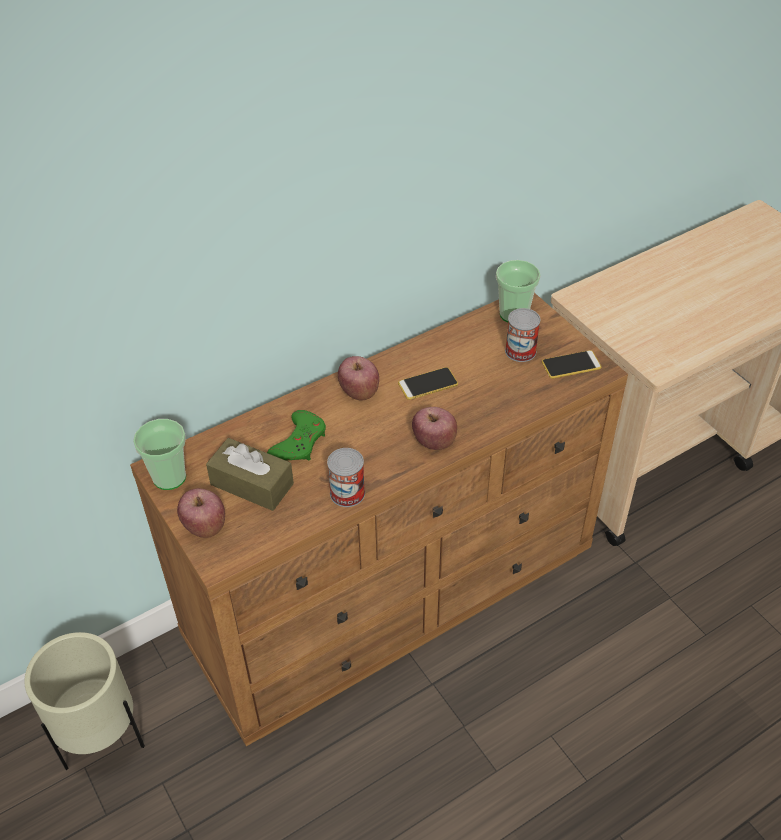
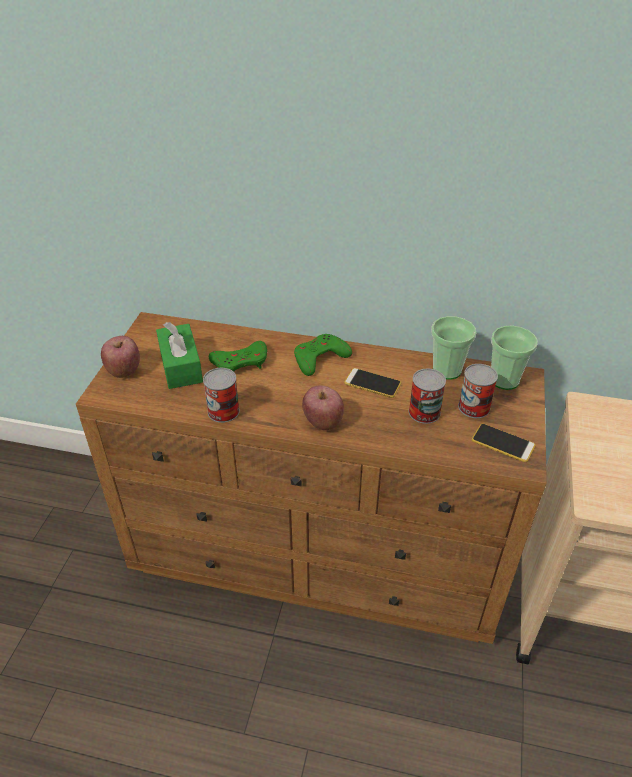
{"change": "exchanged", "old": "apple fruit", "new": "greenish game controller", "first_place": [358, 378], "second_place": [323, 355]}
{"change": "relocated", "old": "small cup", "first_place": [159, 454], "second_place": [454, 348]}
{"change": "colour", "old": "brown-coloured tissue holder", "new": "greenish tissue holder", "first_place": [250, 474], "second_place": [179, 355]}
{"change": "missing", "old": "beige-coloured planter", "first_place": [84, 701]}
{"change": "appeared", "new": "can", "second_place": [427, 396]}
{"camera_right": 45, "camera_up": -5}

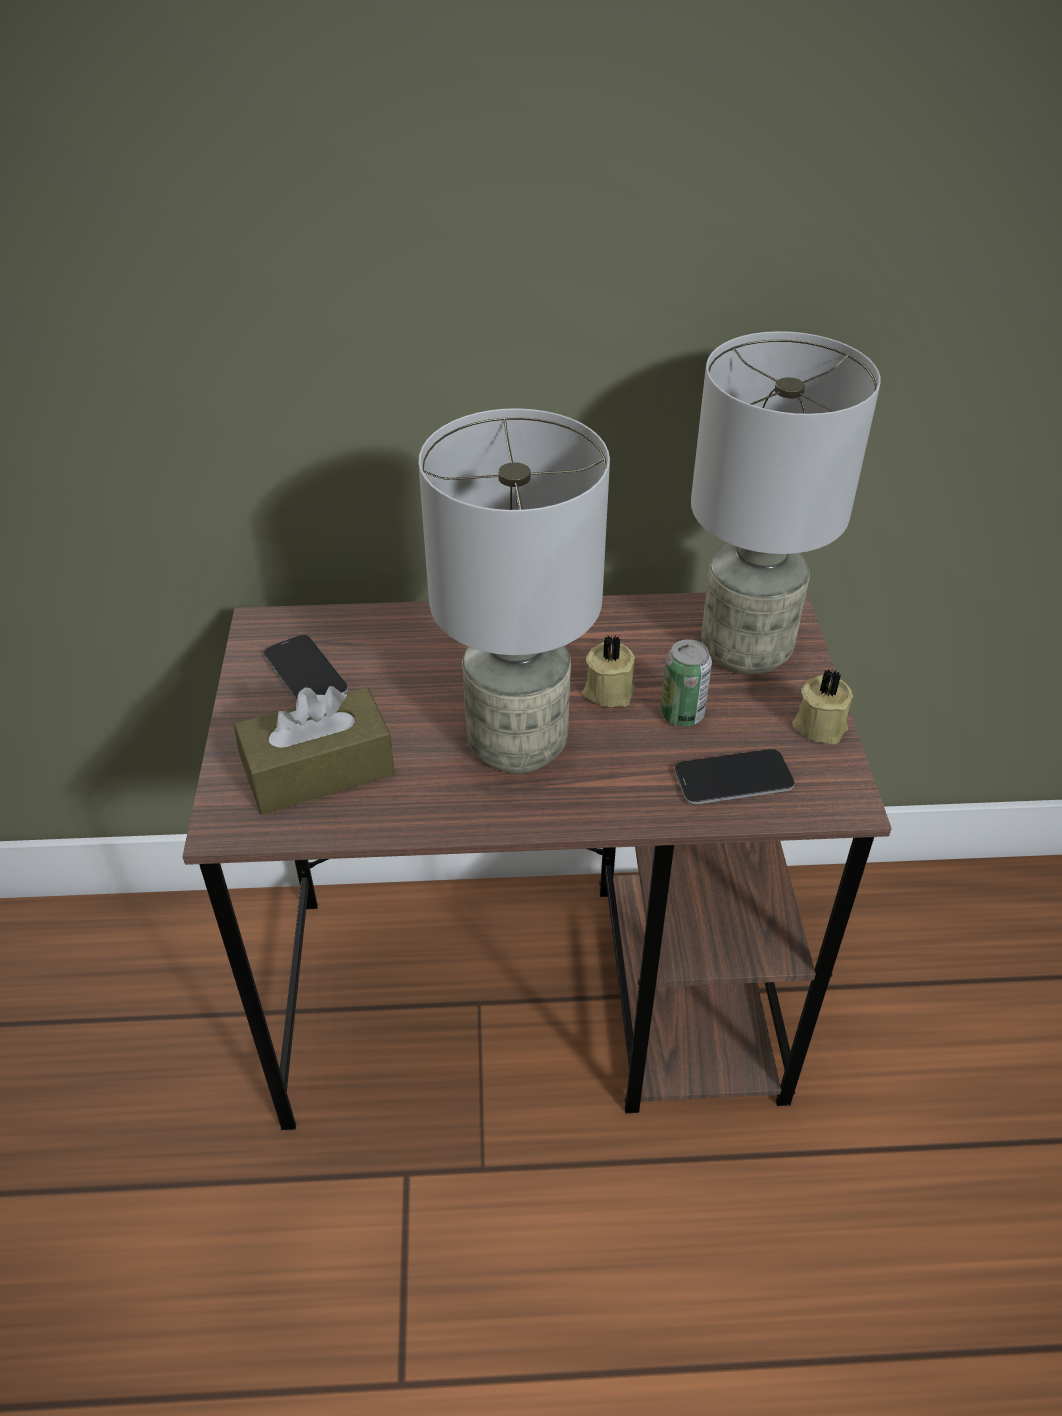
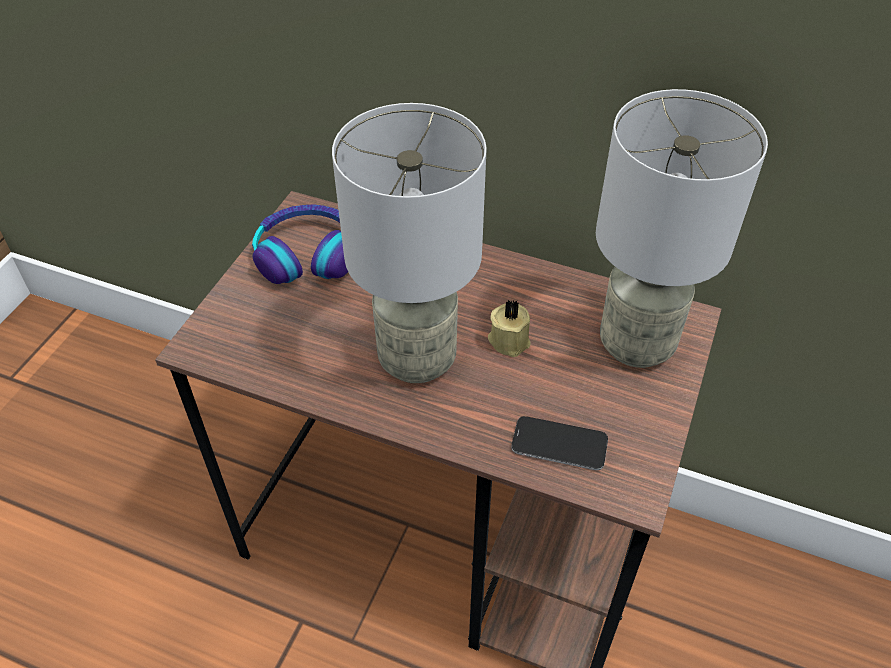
{"change": "exchanged", "old": "telephone", "new": "headphones", "first_place": [306, 667], "second_place": [300, 244]}
{"change": "missing", "old": "can", "first_place": [686, 683]}
{"change": "missing", "old": "beige-coloured wax light", "first_place": [822, 706]}
{"change": "missing", "old": "brown-coloured tissue holder", "first_place": [314, 750]}
{"camera_right": 25, "camera_up": 5}

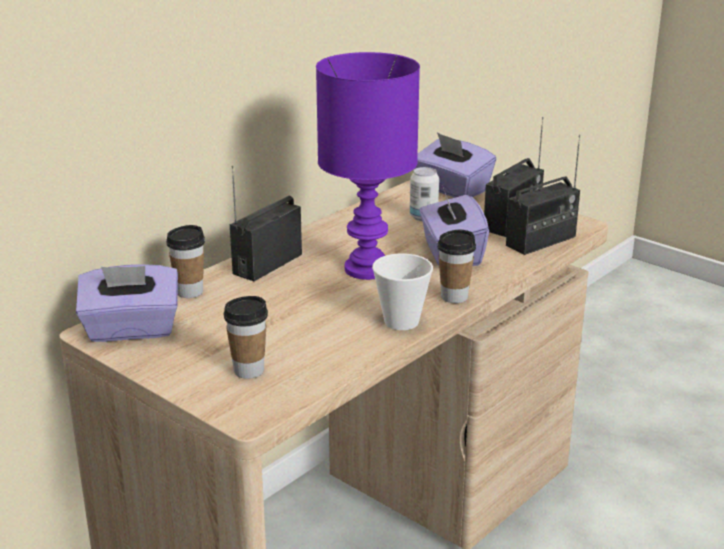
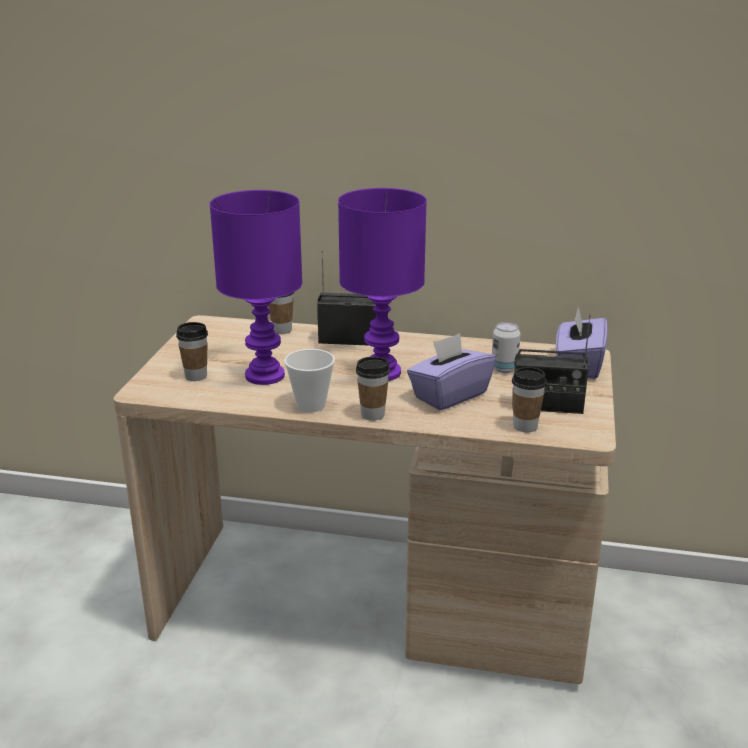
{"change": "exchanged", "old": "radio", "new": "small cup", "first_place": [543, 195], "second_place": [529, 399]}
{"change": "missing", "old": "purplish tissue holder", "first_place": [127, 303]}
{"change": "appeared", "new": "purplish lamp for a table", "second_place": [256, 287]}
{"camera_right": 60, "camera_up": 0}

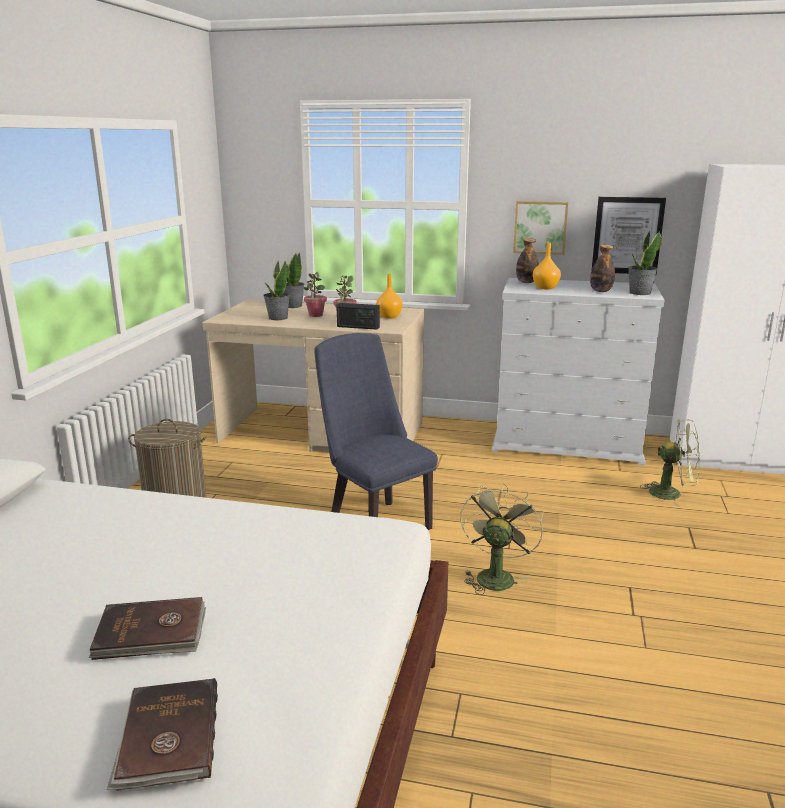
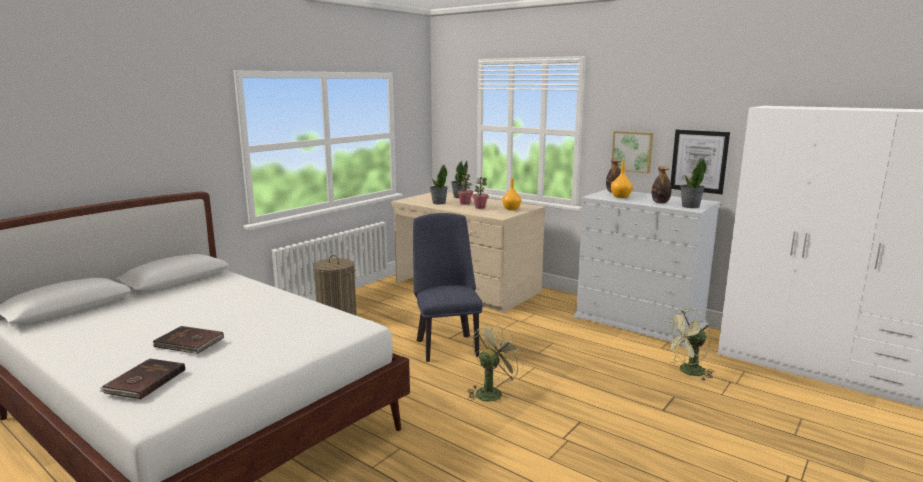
{"change": "missing", "old": "radio", "first_place": [358, 316]}
{"change": "spun", "old": "greenish fan", "first_place": [670, 462], "second_place": [689, 344], "degrees": 120}
{"camera_right": 25, "camera_up": -5}

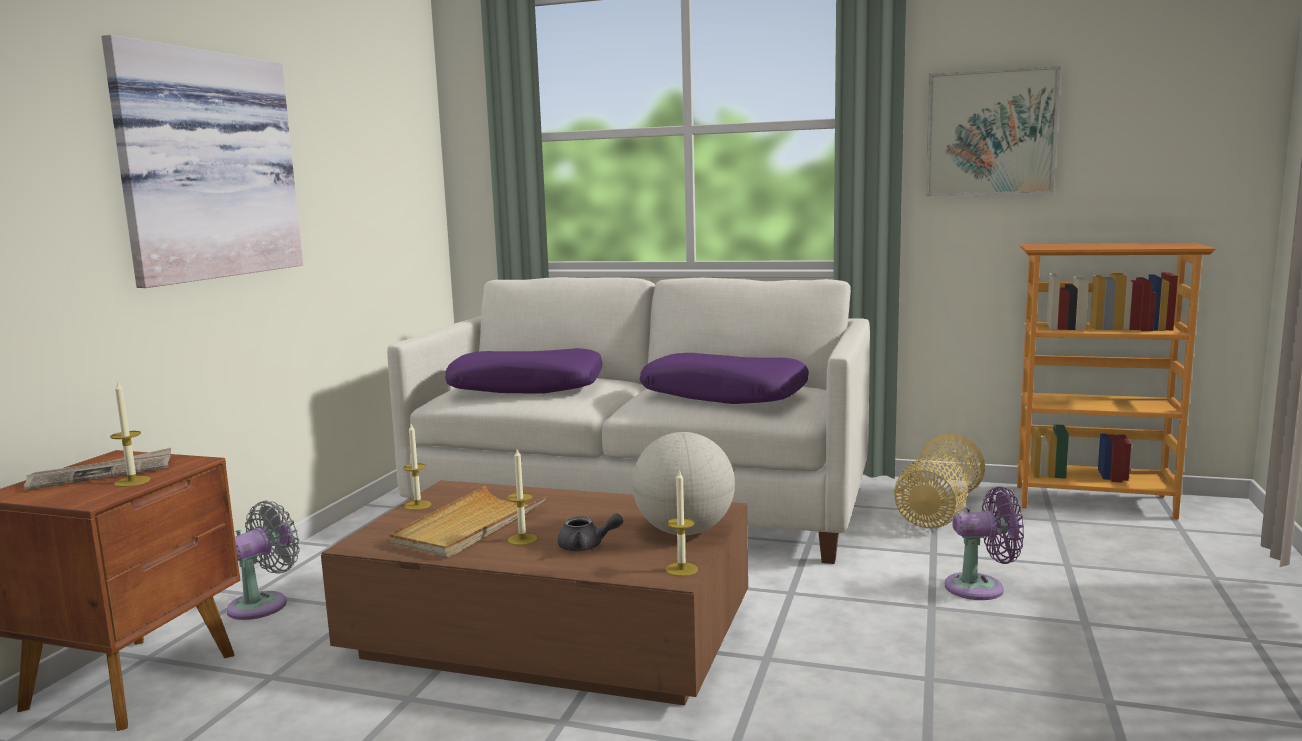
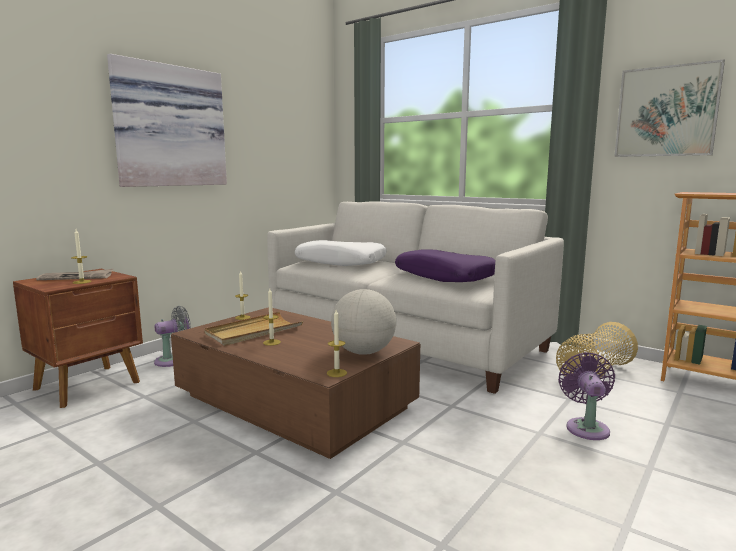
{"change": "colour", "old": "purplish pillow", "new": "whitish pillow", "first_place": [523, 371], "second_place": [341, 253]}
{"change": "spun", "old": "purplish fan", "first_place": [984, 543], "second_place": [586, 396], "degrees": -105}
{"change": "missing", "old": "gray pot for tea", "first_place": [590, 532]}
{"camera_right": 20, "camera_up": 0}

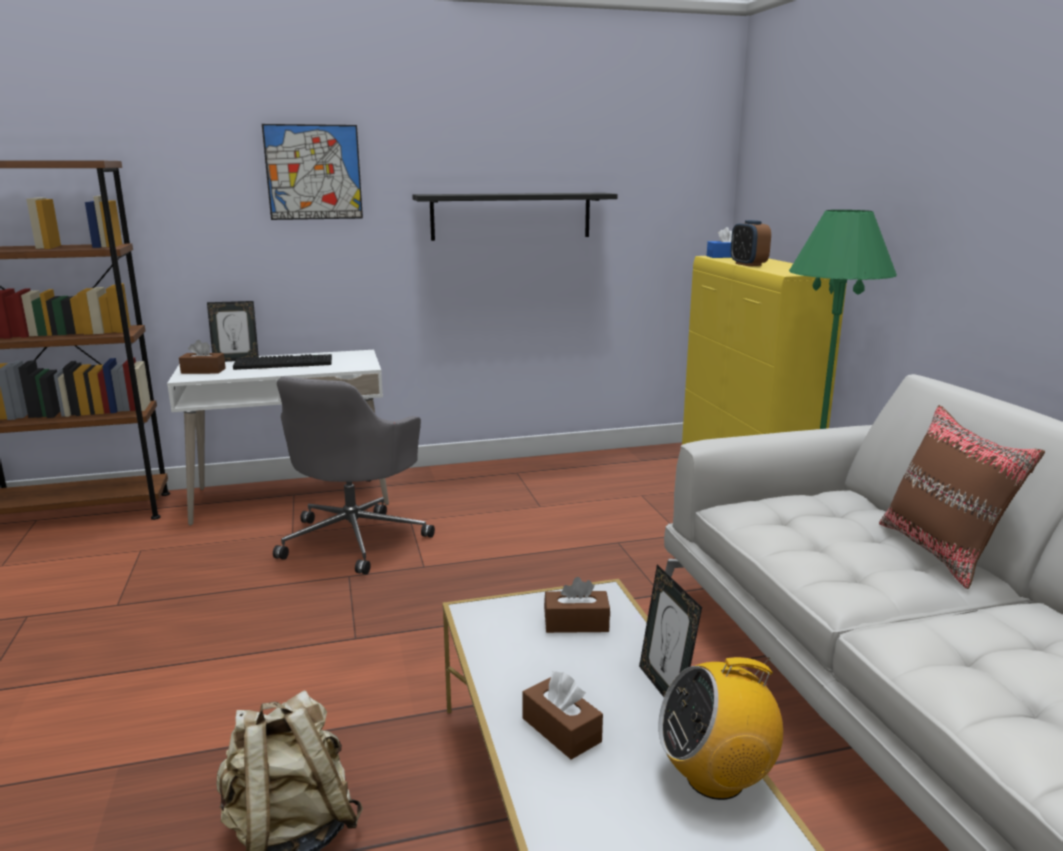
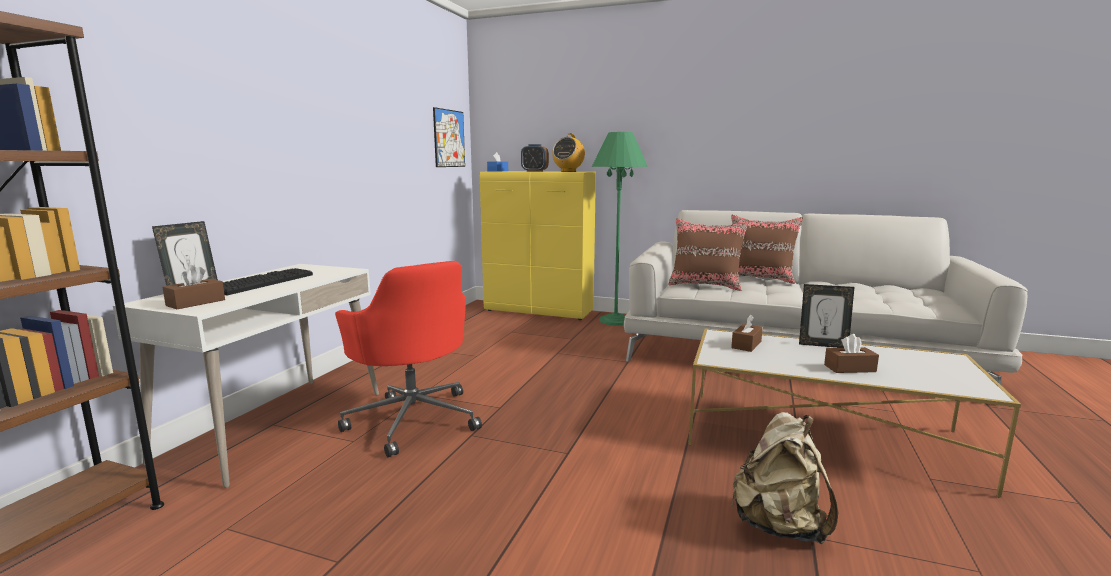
{"change": "relocated", "old": "wall art", "first_place": [312, 172], "second_place": [449, 137]}
{"change": "missing", "old": "blackish bracket shelf", "first_place": [515, 217]}
{"change": "colour", "old": "gray office chair", "new": "red office chair", "first_place": [354, 475], "second_place": [408, 359]}
{"change": "relocated", "old": "radio", "first_place": [720, 728], "second_place": [568, 152]}
{"change": "appeared", "new": "brown-coloured pillow", "second_place": [708, 254]}
{"camera_right": -55, "camera_up": -5}

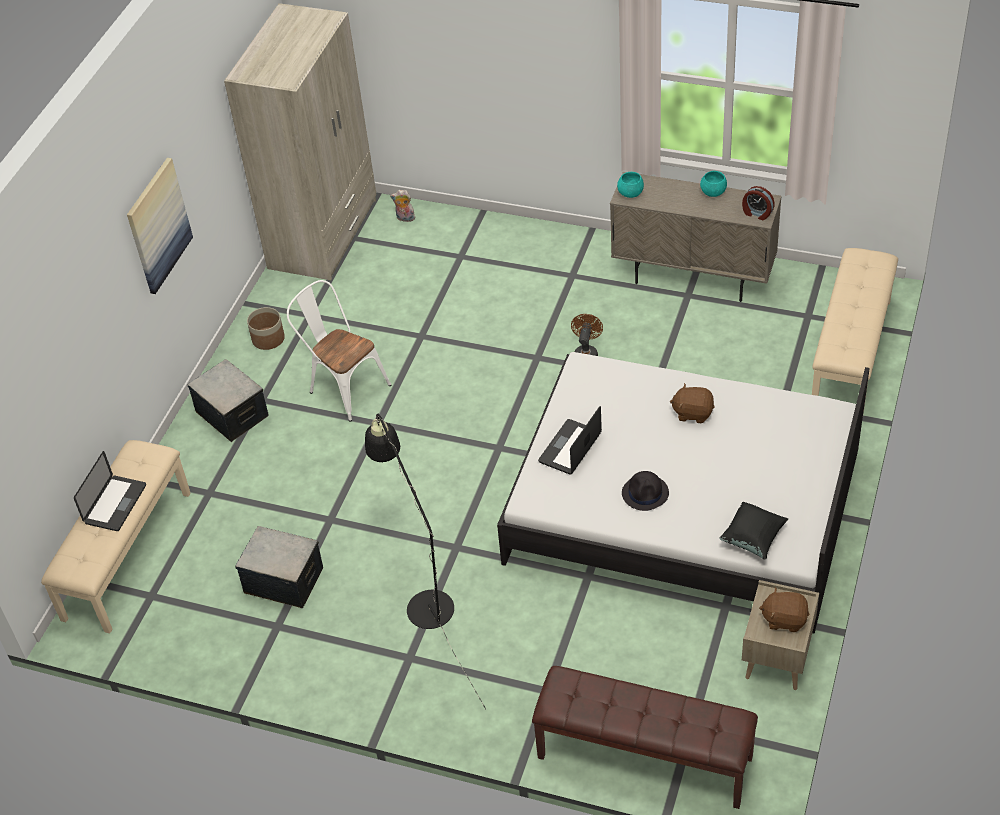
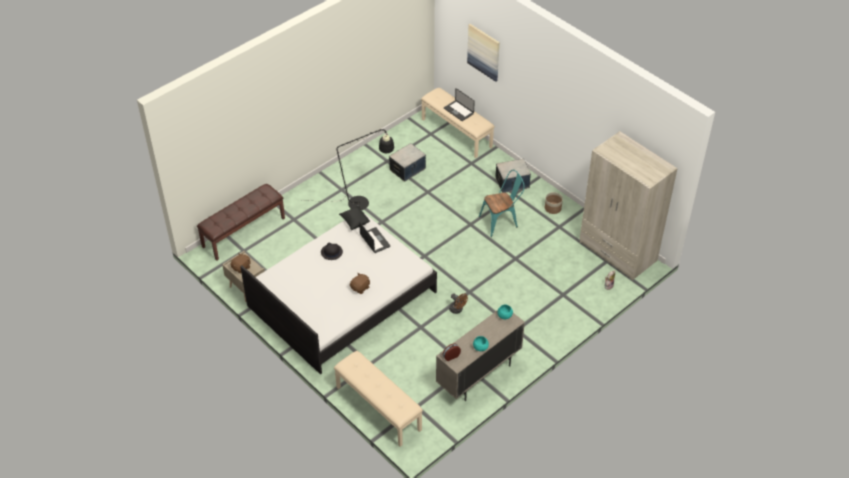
{"change": "relocated", "old": "wall art", "first_place": [160, 226], "second_place": [483, 53]}
{"change": "colour", "old": "whitish upright chair", "new": "turquoise upright chair", "first_place": [339, 351], "second_place": [502, 203]}
{"change": "relocated", "old": "blackish pillow", "first_place": [754, 531], "second_place": [354, 218]}
{"camera_right": 115, "camera_up": 0}

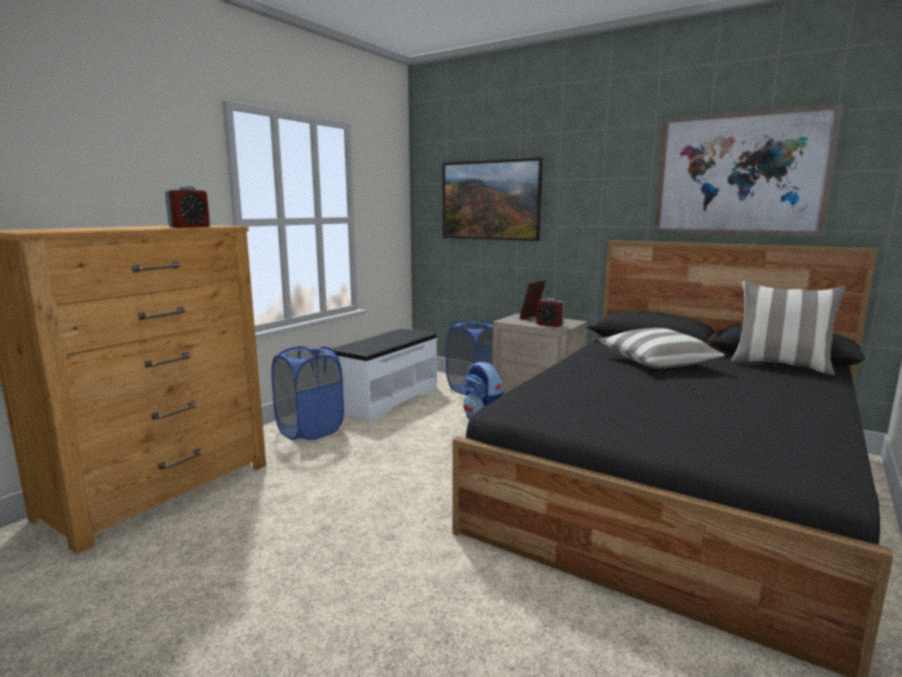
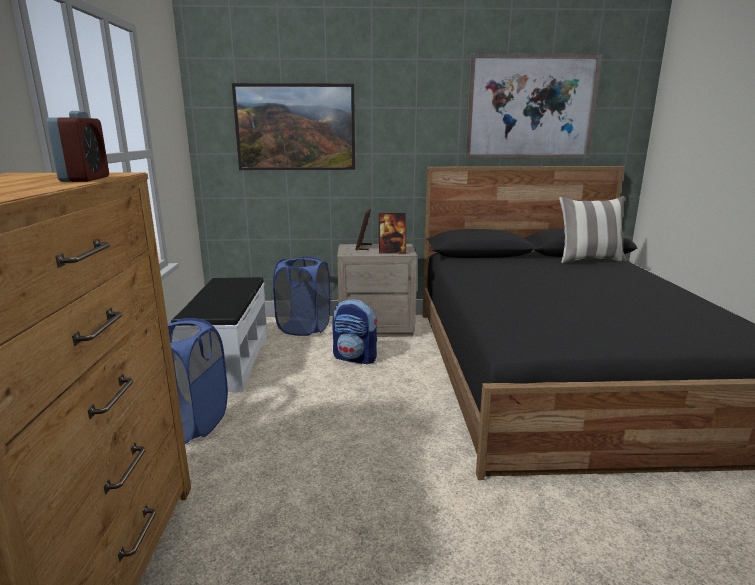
{"change": "exchanged", "old": "table clock", "new": "standing frame", "first_place": [550, 312], "second_place": [392, 233]}
{"change": "missing", "old": "pillow", "first_place": [661, 348]}
{"camera_right": -35, "camera_up": 5}

